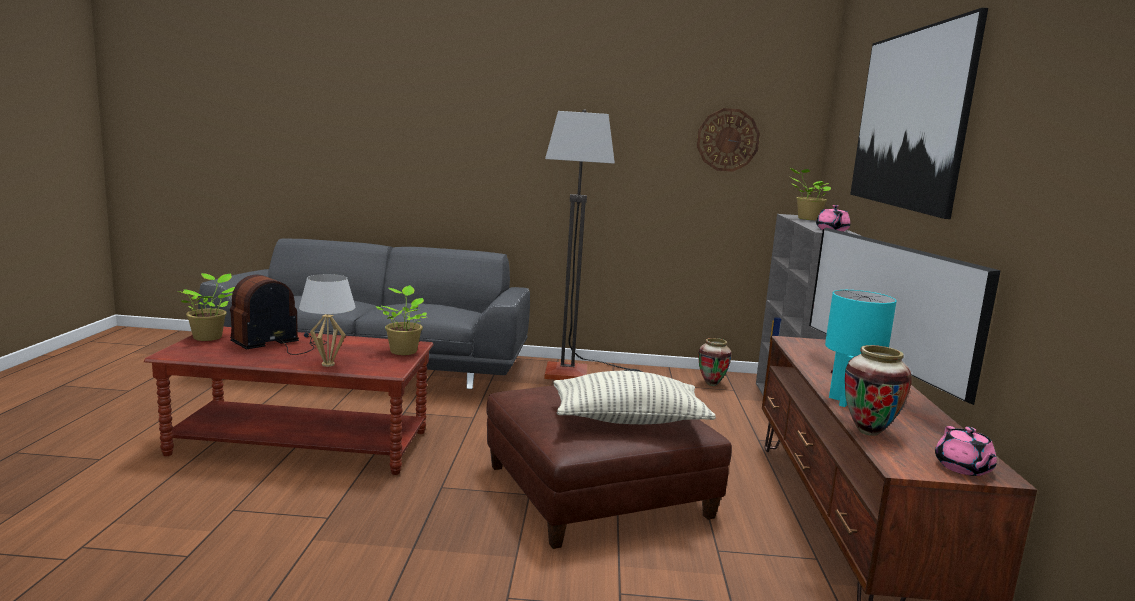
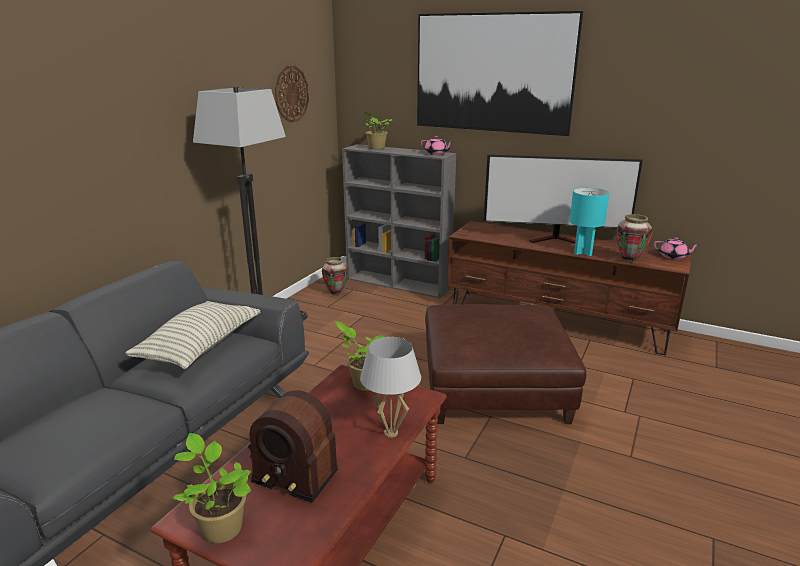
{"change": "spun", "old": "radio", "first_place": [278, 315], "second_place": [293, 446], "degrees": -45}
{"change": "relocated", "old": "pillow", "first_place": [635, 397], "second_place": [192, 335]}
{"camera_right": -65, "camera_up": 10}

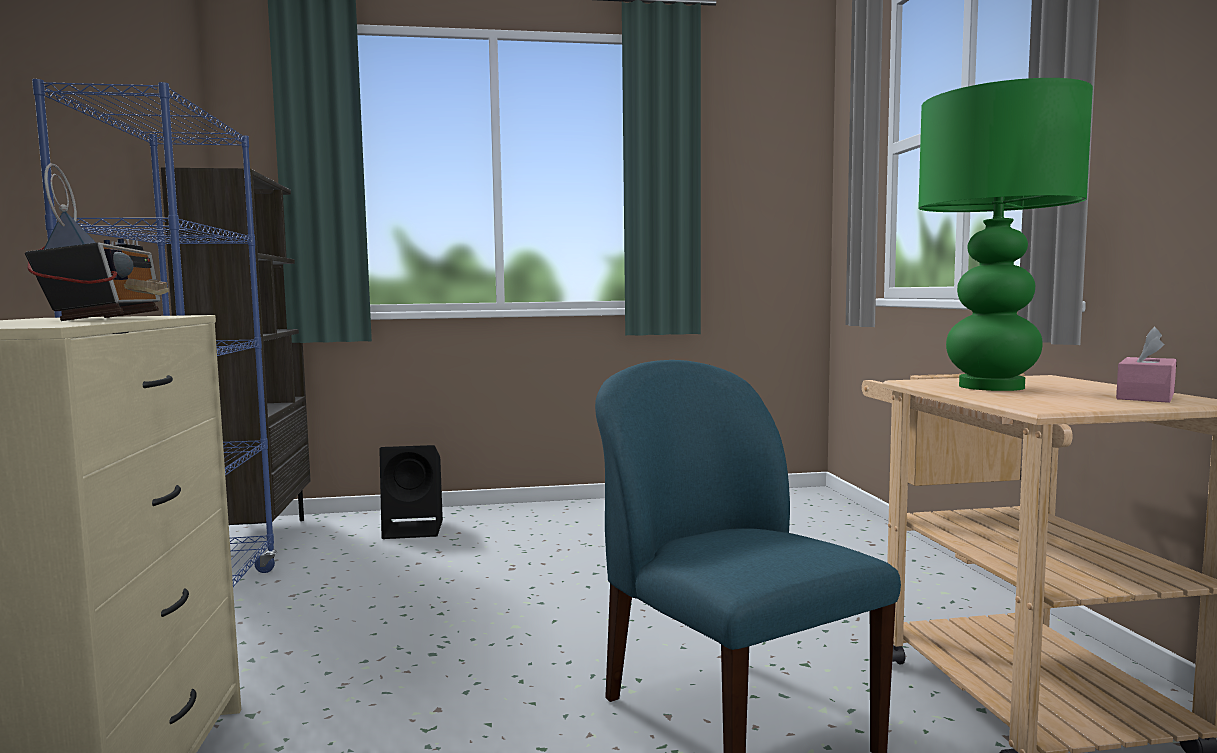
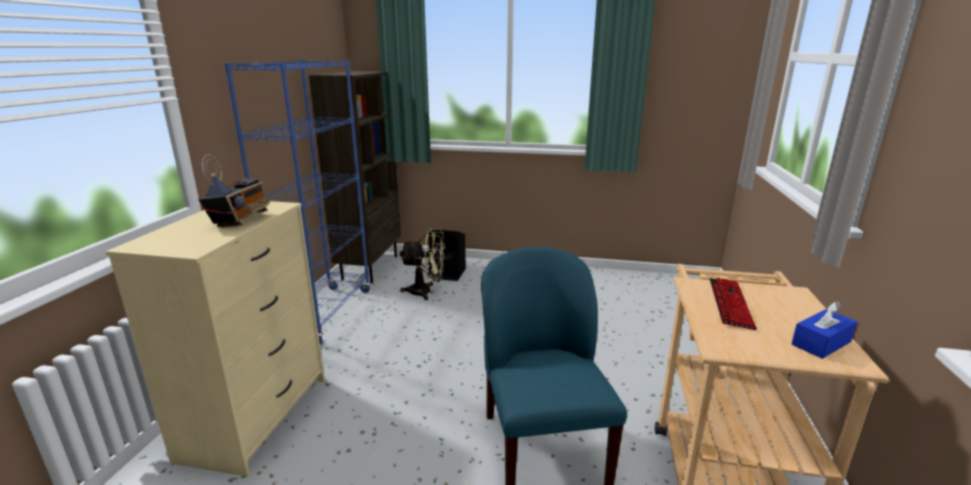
{"change": "exchanged", "old": "greenish lamp for a table", "new": "computer keyboard", "first_place": [1005, 234], "second_place": [733, 303]}
{"change": "colour", "old": "pink-coloured tissue holder", "new": "blue-coloured tissue holder", "first_place": [1146, 365], "second_place": [824, 330]}
{"change": "appeared", "new": "beige-coloured fan", "second_place": [422, 264]}
{"camera_right": 20, "camera_up": 15}

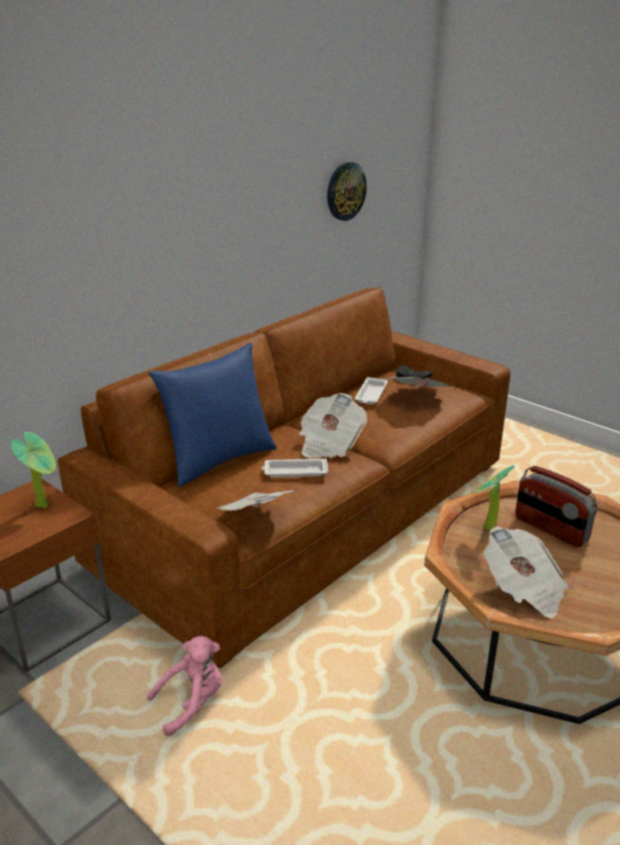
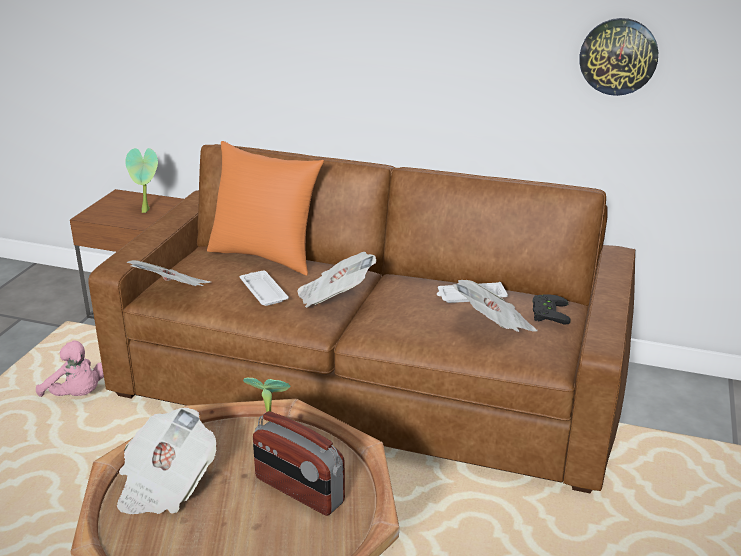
{"change": "colour", "old": "blue-coloured pillow", "new": "orange pillow", "first_place": [212, 414], "second_place": [265, 208]}
{"change": "spun", "old": "radio", "first_place": [556, 506], "second_place": [299, 463], "degrees": -75}
{"camera_right": 65, "camera_up": 0}

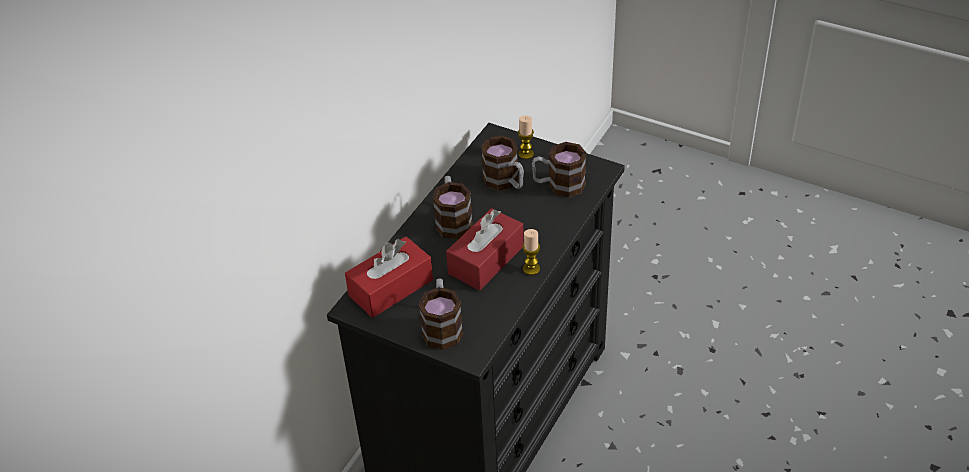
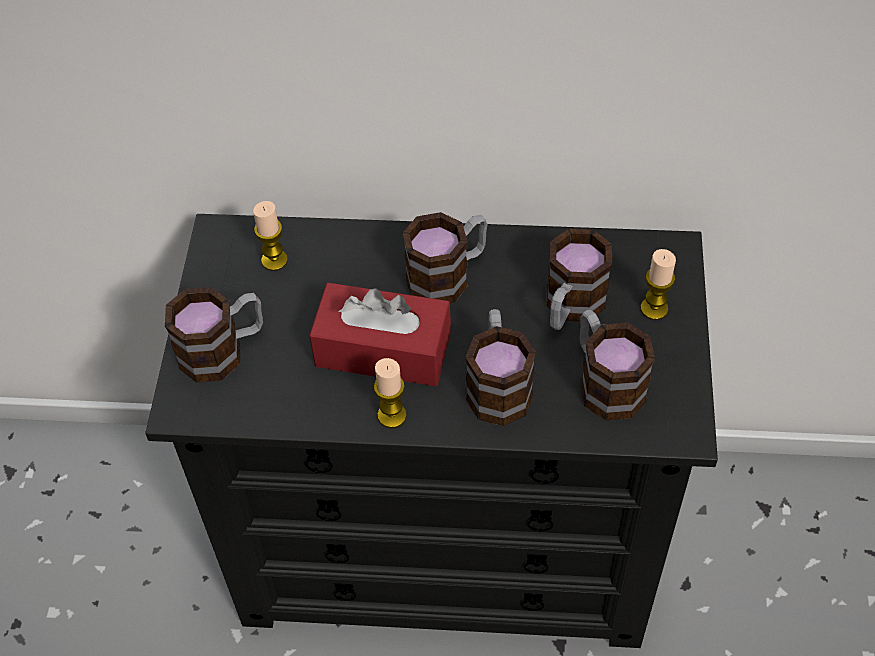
{"change": "exchanged", "old": "red tissue holder", "new": "wax light", "first_place": [389, 277], "second_place": [270, 236]}
{"change": "appeared", "new": "coffee mug", "second_place": [501, 367]}
{"camera_right": 65, "camera_up": 10}

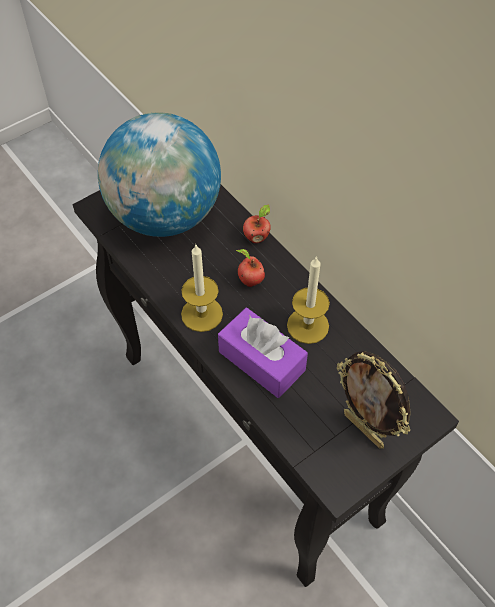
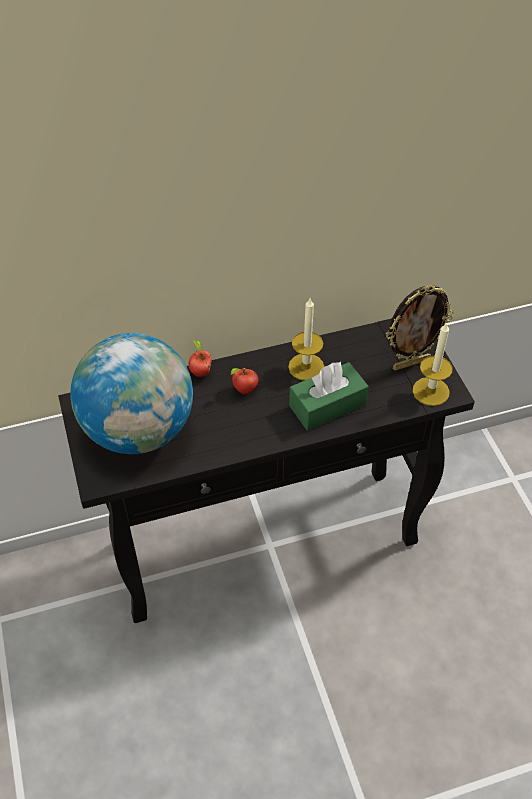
{"change": "relocated", "old": "wax light", "first_place": [202, 288], "second_place": [433, 364]}
{"change": "colour", "old": "purplish tissue holder", "new": "greenish tissue holder", "first_place": [263, 353], "second_place": [329, 396]}
{"camera_right": -70, "camera_up": -5}

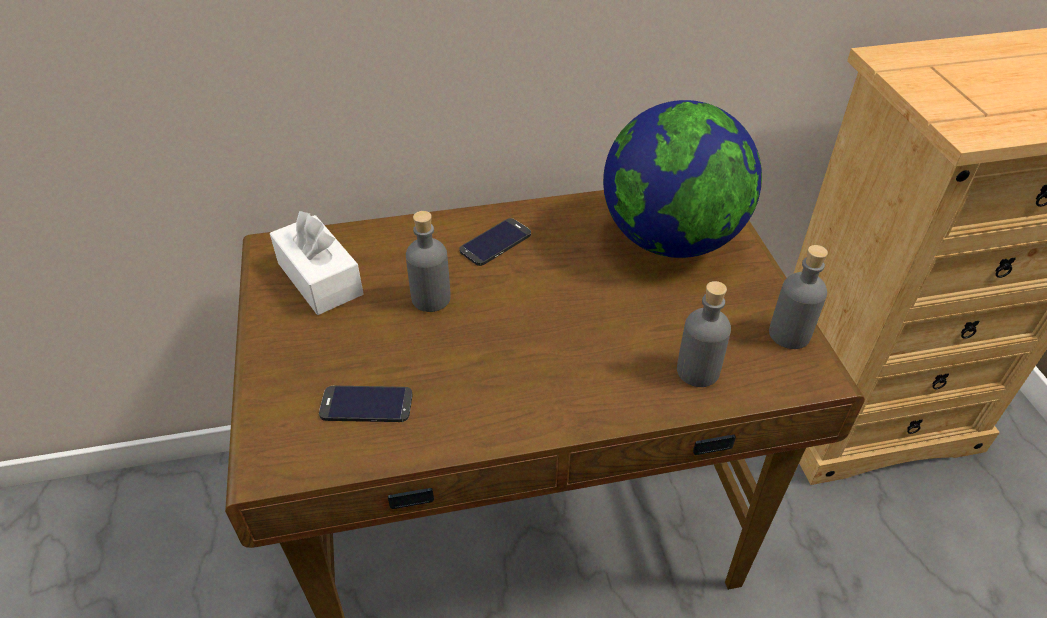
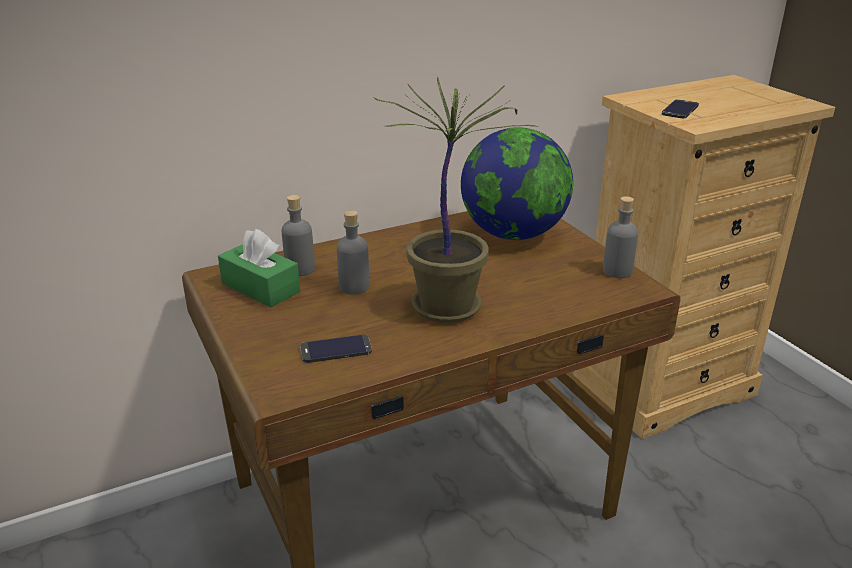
{"change": "colour", "old": "whitish tissue holder", "new": "greenish tissue holder", "first_place": [317, 263], "second_place": [259, 268]}
{"change": "relocated", "old": "telephone", "first_place": [495, 242], "second_place": [680, 108]}
{"change": "relocated", "old": "gray bottle", "first_place": [704, 334], "second_place": [298, 235]}
{"change": "appeared", "new": "houseplant", "second_place": [455, 200]}
{"camera_right": -15, "camera_up": -15}

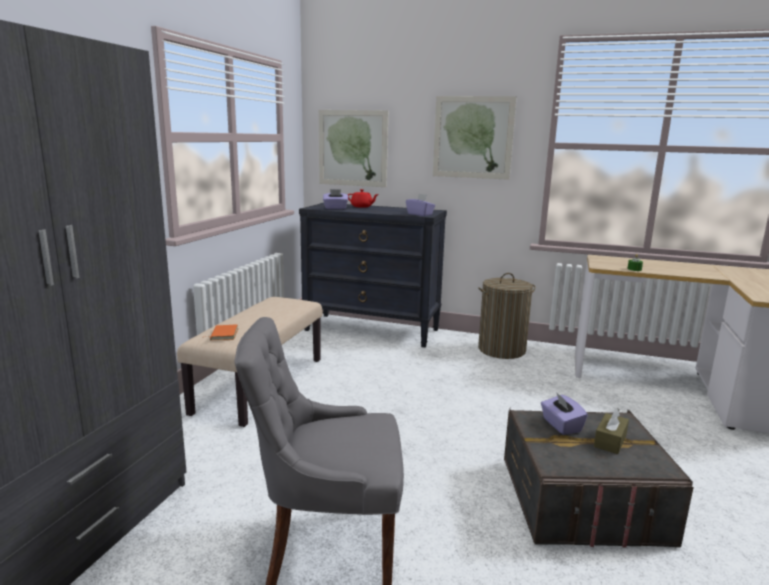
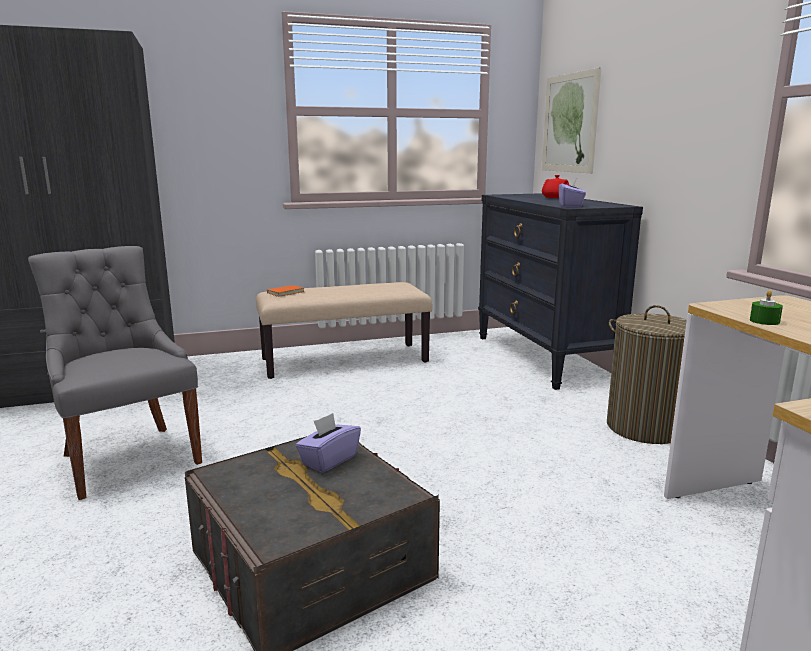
{"change": "missing", "old": "wall art", "first_place": [475, 138]}
{"change": "missing", "old": "purplish tissue holder", "first_place": [335, 199]}
{"change": "missing", "old": "brown-coloured tissue holder", "first_place": [611, 431]}
{"camera_right": 55, "camera_up": 0}

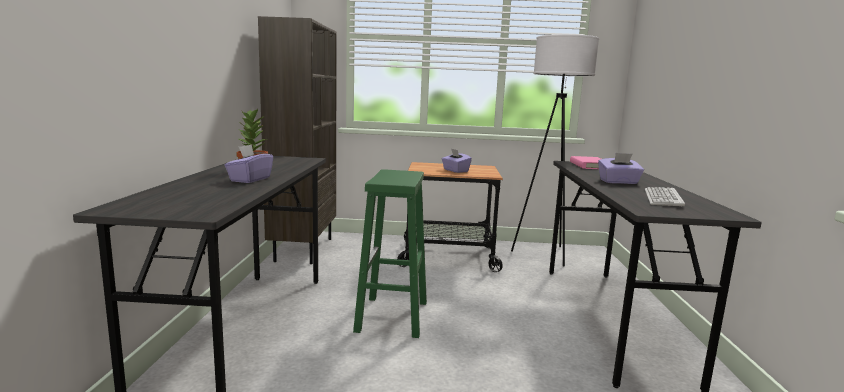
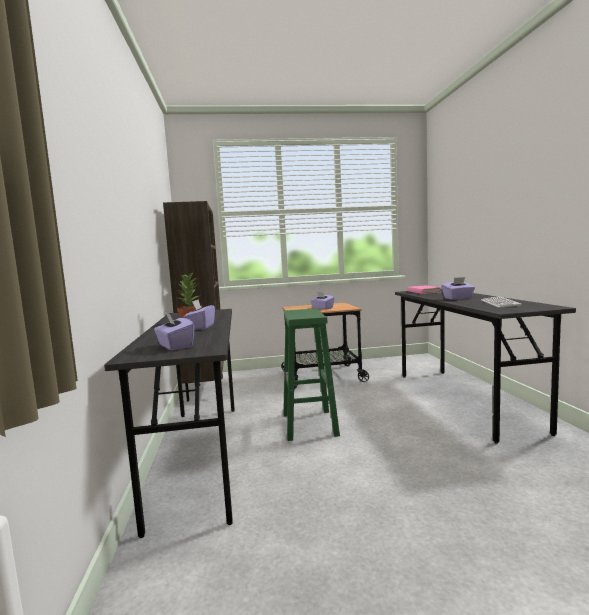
{"change": "missing", "old": "whitish standard lamp", "first_place": [555, 150]}
{"change": "appeared", "new": "purplish tissue holder", "second_place": [174, 331]}
{"camera_right": -10, "camera_up": -5}

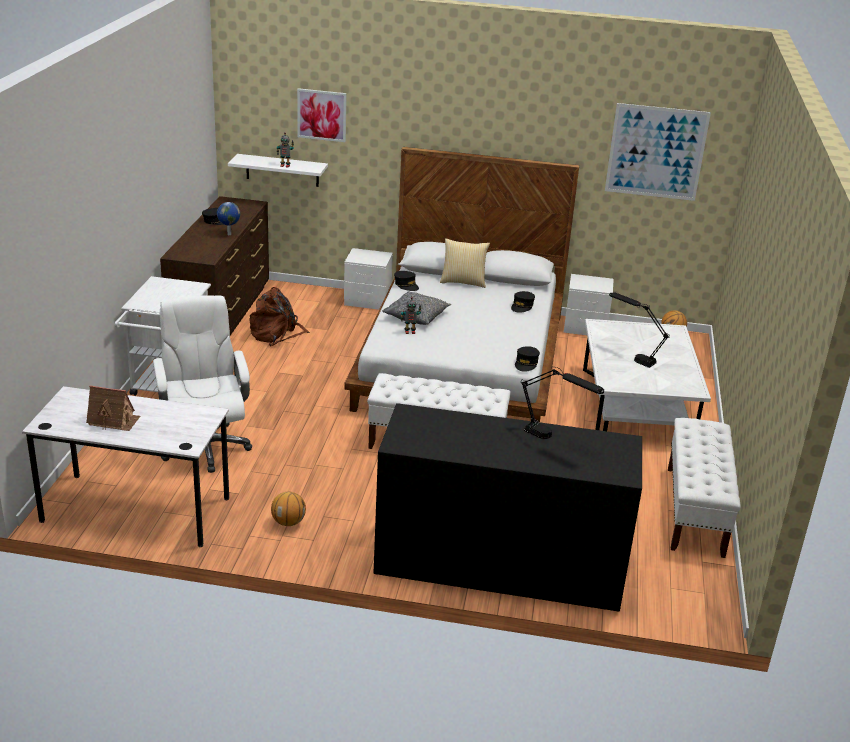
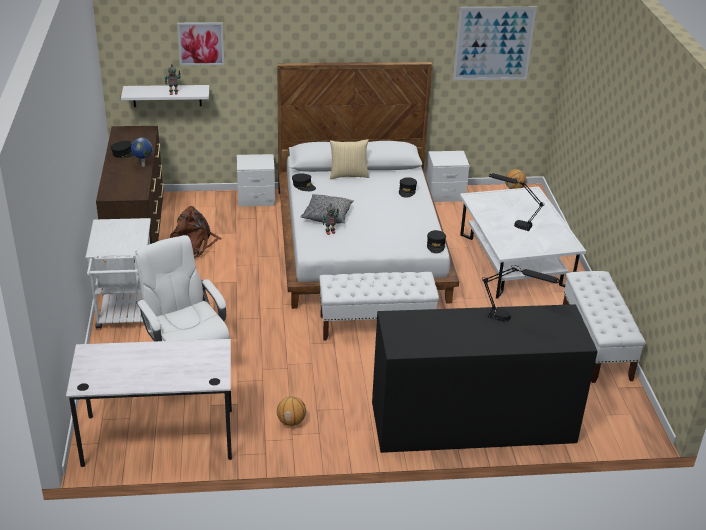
{"change": "missing", "old": "miniature house", "first_place": [113, 408]}
{"camera_right": -15, "camera_up": 5}

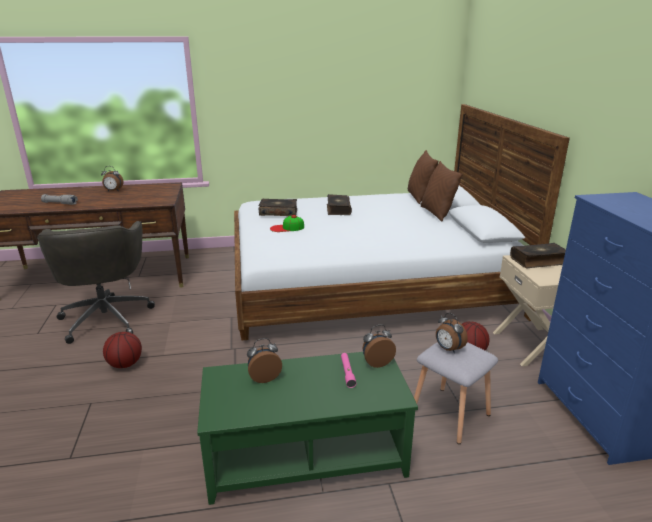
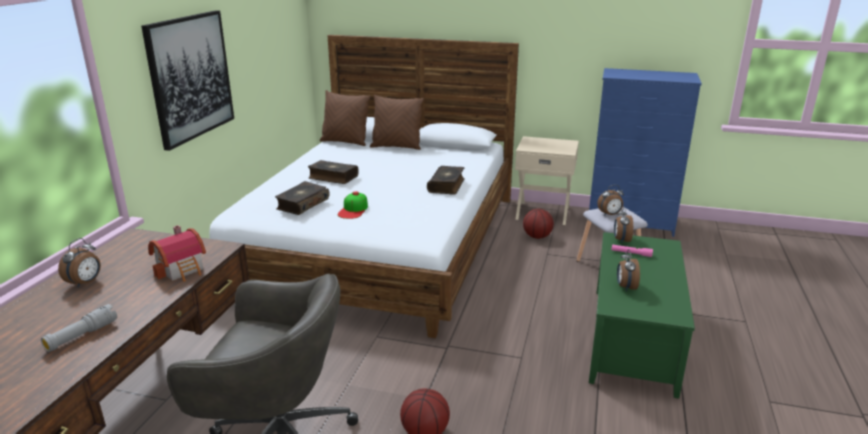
{"change": "relocated", "old": "book", "first_place": [538, 255], "second_place": [446, 180]}
{"change": "appeared", "new": "wall art", "second_place": [187, 80]}
{"change": "appeared", "new": "miniature house", "second_place": [177, 253]}
{"camera_right": -65, "camera_up": 0}

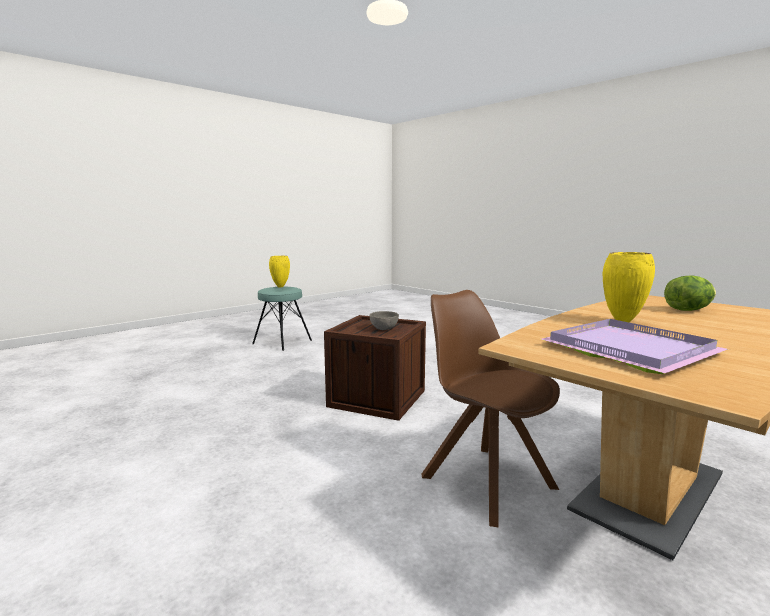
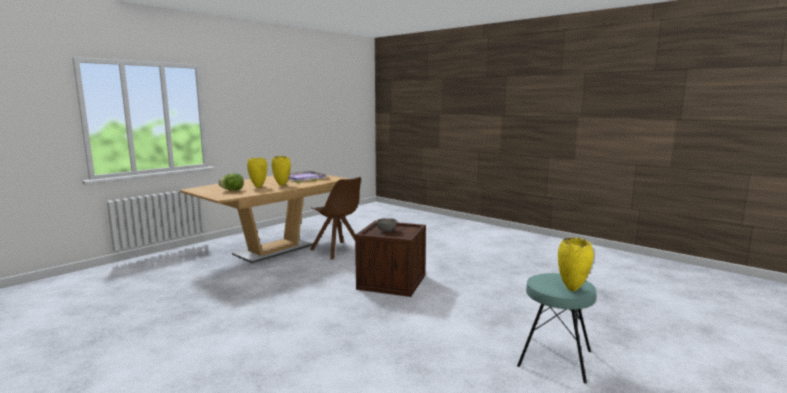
{"change": "appeared", "new": "yellowish decorative vase", "second_place": [257, 173]}
{"camera_right": 175, "camera_up": 0}

